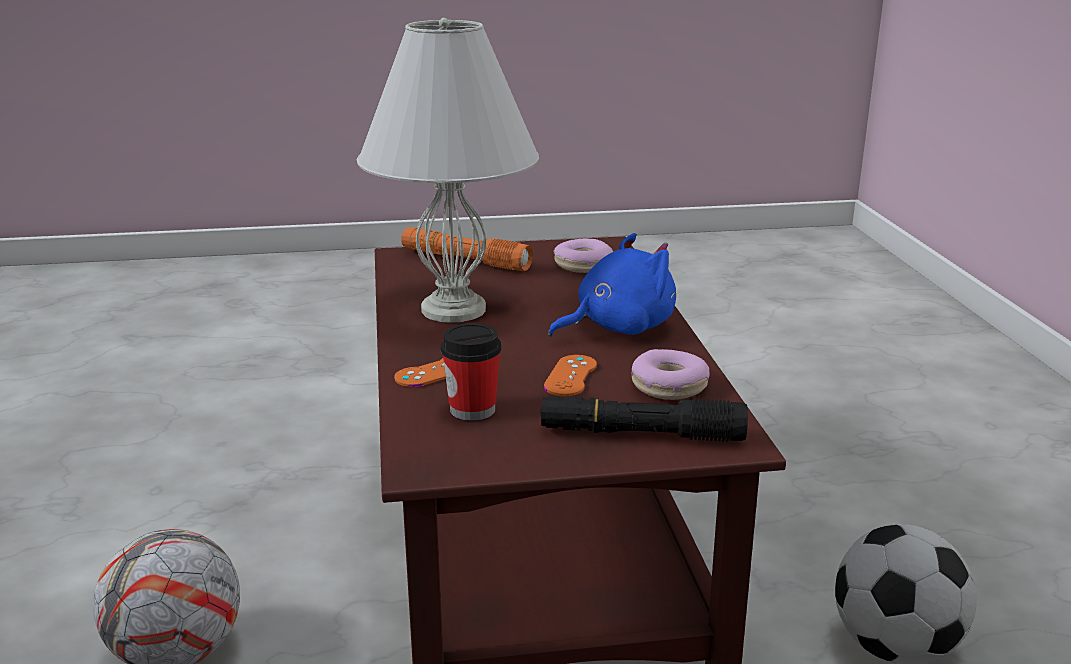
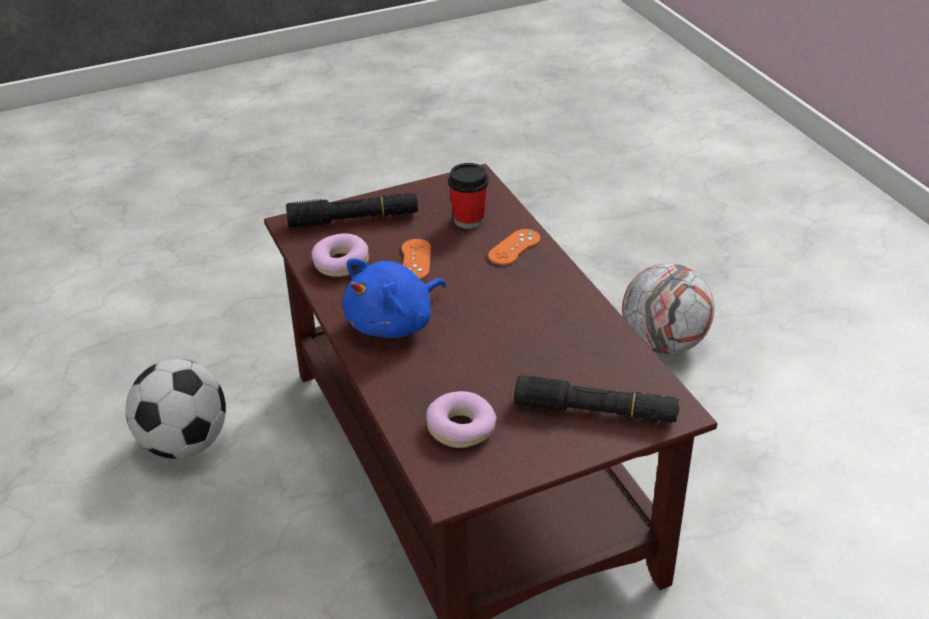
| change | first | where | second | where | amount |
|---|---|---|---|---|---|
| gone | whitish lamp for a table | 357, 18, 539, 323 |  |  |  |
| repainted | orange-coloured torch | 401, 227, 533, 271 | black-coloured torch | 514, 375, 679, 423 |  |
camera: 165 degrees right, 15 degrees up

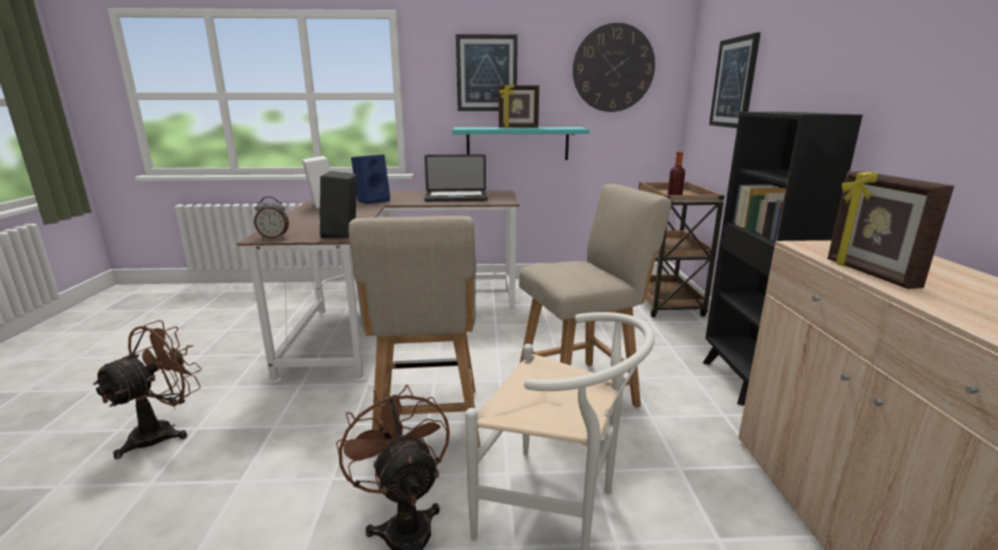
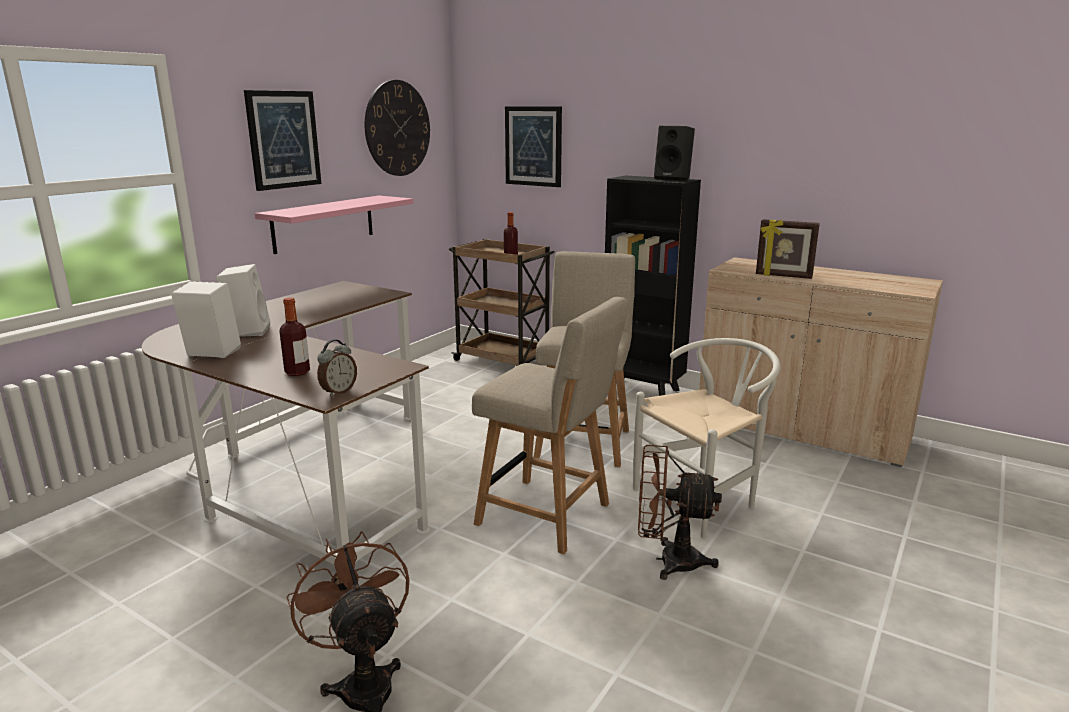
| change | first | where | second | where | amount |
|---|---|---|---|---|---|
| gone | portable computer | 424, 154, 488, 202 |  |  |  |
| gone | standing frame | 499, 83, 539, 128 |  |  |  |
| new |  |  | beverage bottle | 279, 297, 310, 376 |  |
| shifted | black-coloured loudspeaker | 320, 171, 357, 238 |  | 654, 126, 695, 181 |  |
| repainted | blue-coloured loudspeaker | 351, 154, 390, 204 | whitish loudspeaker | 216, 264, 270, 337 |  |
| repainted | blue-green wall shelf | 452, 127, 589, 160 | pink wall shelf | 255, 196, 414, 254 |  |
camera: 55 degrees left, 0 degrees up

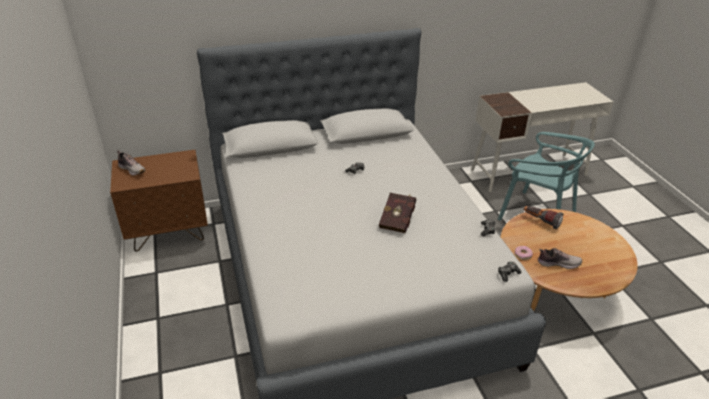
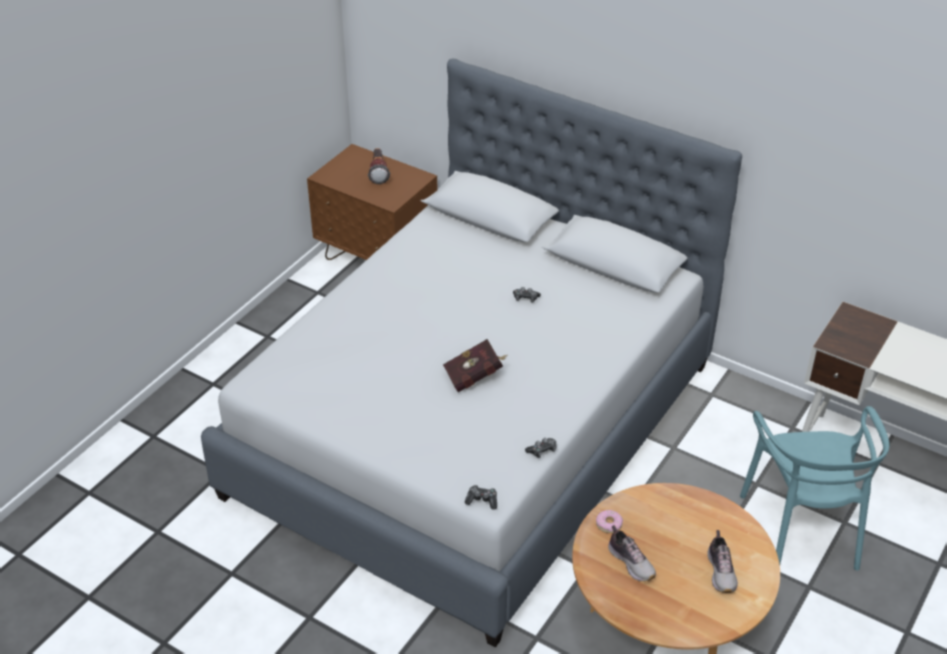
| change | first | where | second | where | amount |
|---|---|---|---|---|---|
| shifted | shoe | 117, 151, 145, 176 |  | 707, 530, 738, 593 |  |
| shifted | torch | 524, 206, 563, 229 |  | 368, 148, 390, 184 |  |
camera: 50 degrees right, 5 degrees up

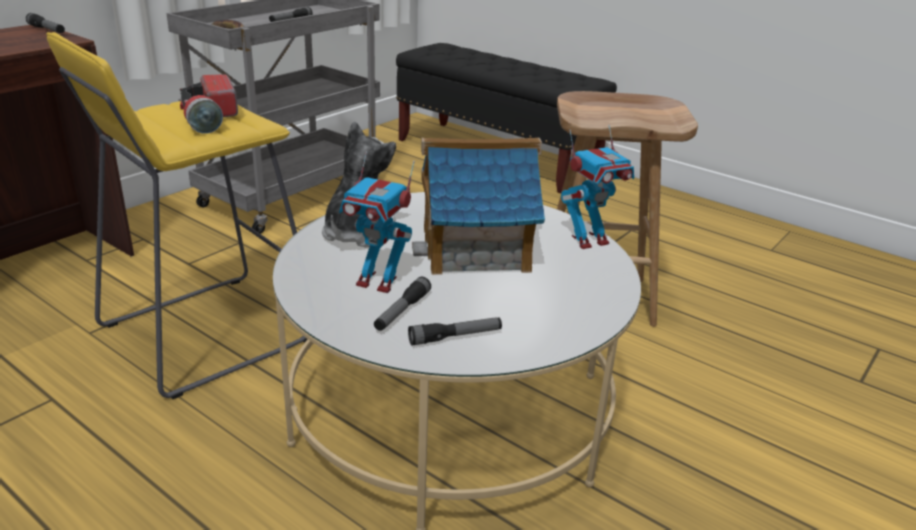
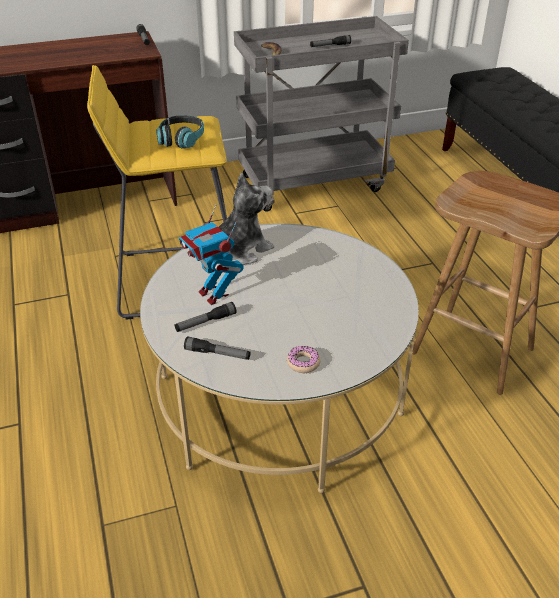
| change | first | where | second | where | amount |
|---|---|---|---|---|---|
| gone | model house | 412, 138, 545, 275 |  |  |  |
| gone | toy robot | 561, 125, 634, 249 |  |  |  |
| new |  |  | donut | 287, 346, 321, 373 |  |
| swapped | torch | 180, 74, 238, 134 | headset | 156, 115, 204, 149 |  |
camera: 35 degrees right, 10 degrees up

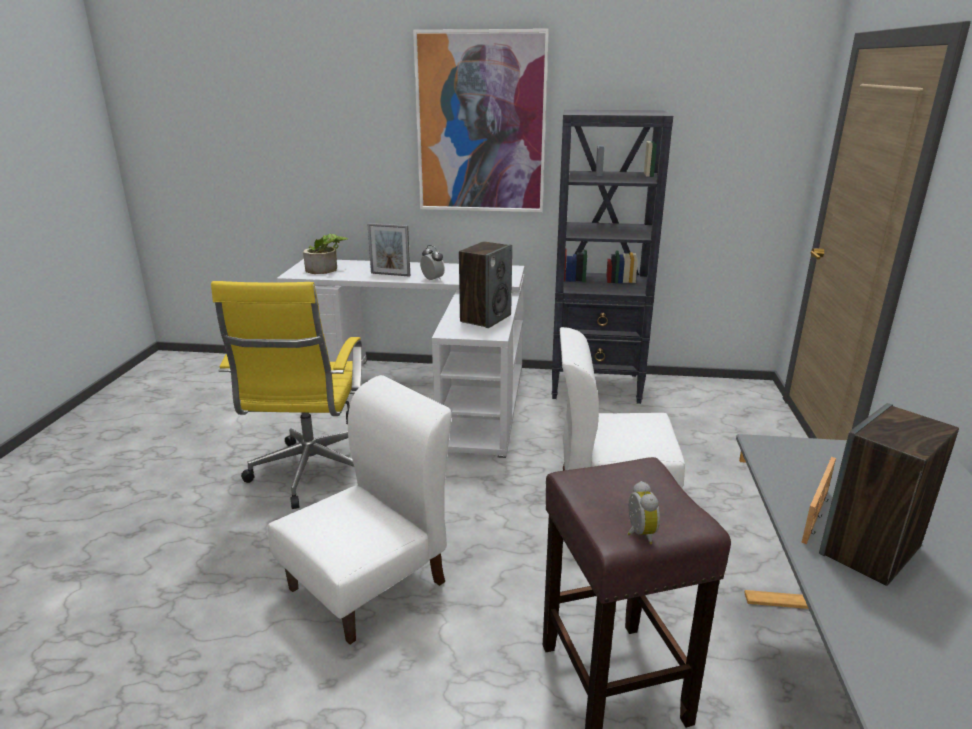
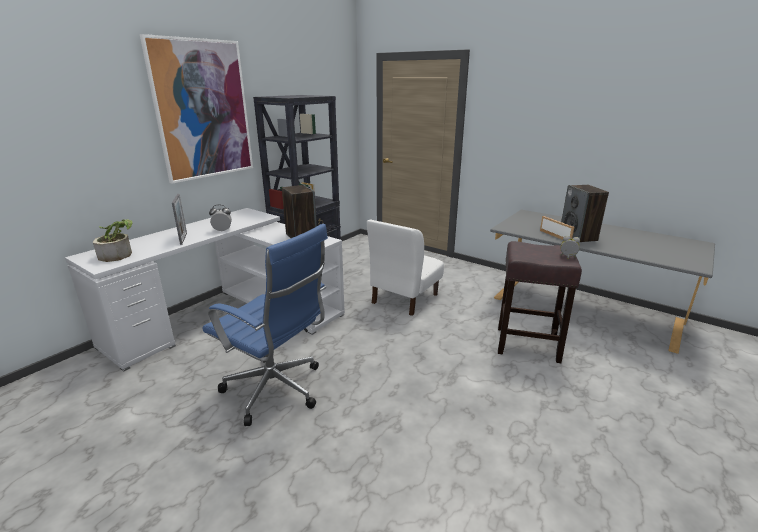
| change | first | where | second | where | amount |
|---|---|---|---|---|---|
| gone | whitish upright chair | 268, 375, 452, 644 |  |  |  |
| repainted | yellowish office chair | 211, 281, 362, 509 | blue-coloured office chair | 202, 224, 328, 426 |  |
| rotated | standing frame | 368, 223, 410, 277 |  | 172, 194, 187, 245 | 60 degrees counterclockwise |
camera: 60 degrees left, 0 degrees up

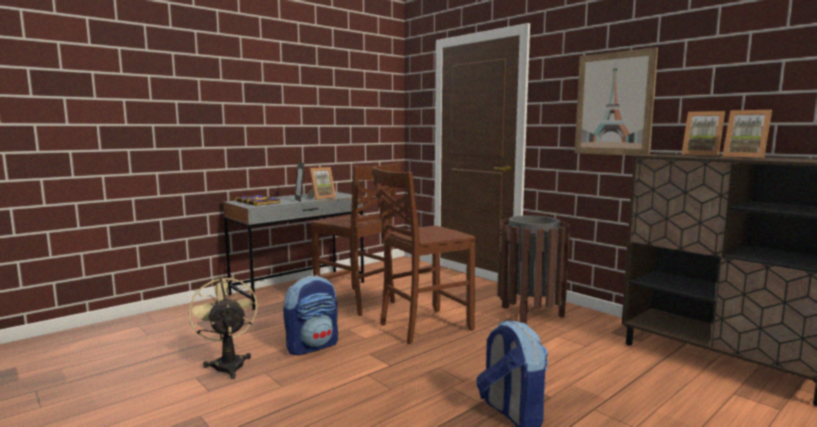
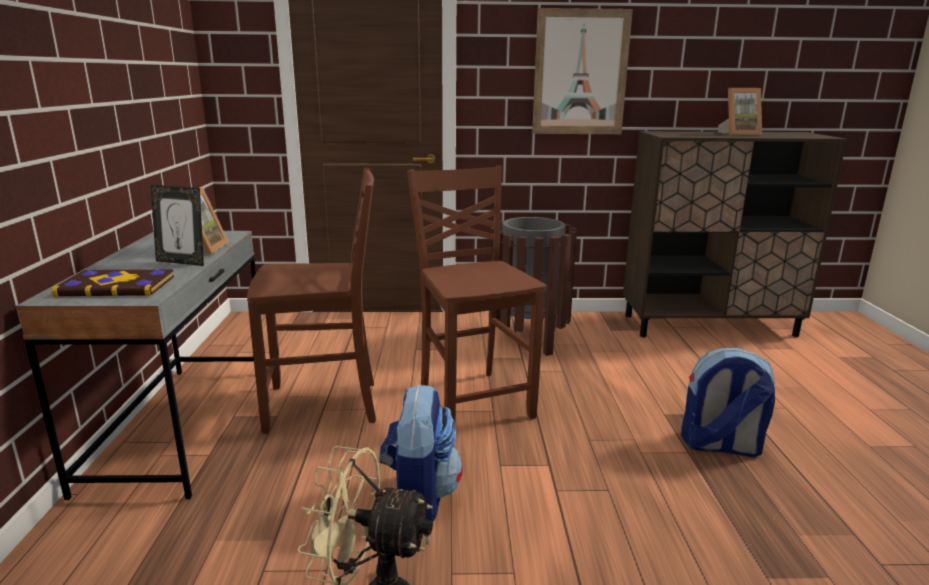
| change | first | where | second | where | amount |
|---|---|---|---|---|---|
| gone | standing frame | 682, 111, 725, 156 |  |  |  |
| rotated | brownish upright chair | 372, 167, 475, 344 |  | 407, 165, 546, 424 | 150 degrees clockwise |
camera: 50 degrees left, 10 degrees up

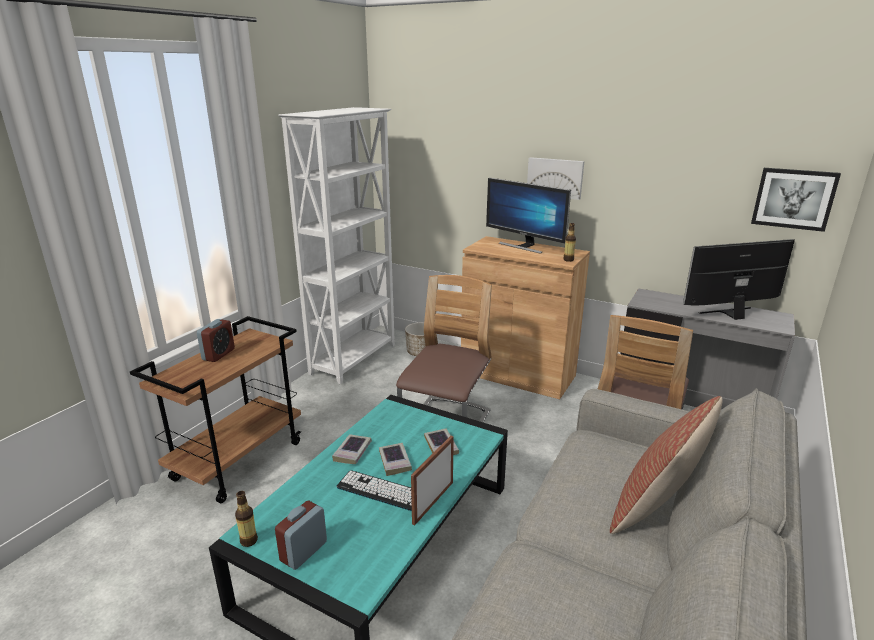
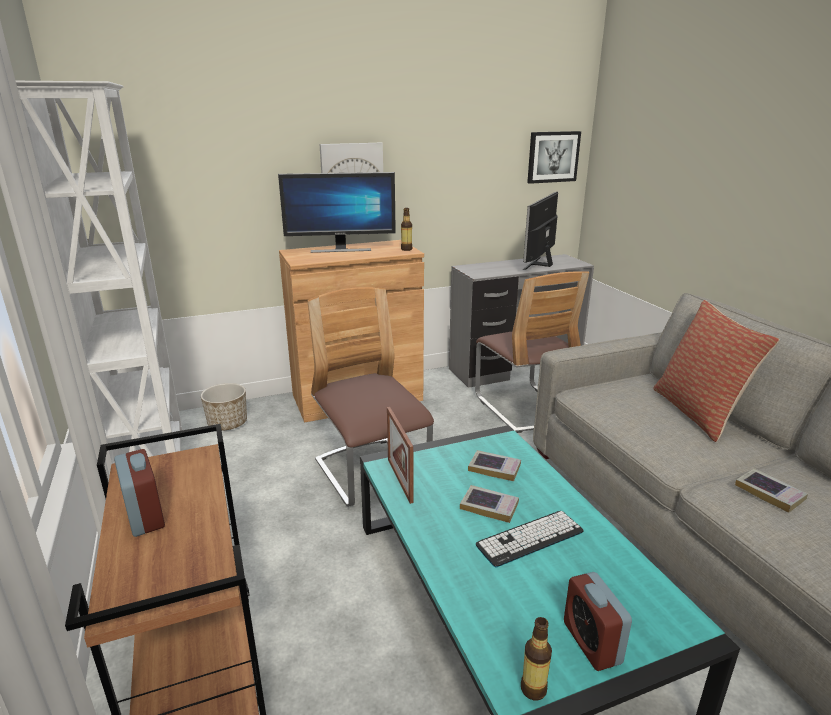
| change | first | where | second | where | amount |
|---|---|---|---|---|---|
| shifted | book | 332, 434, 372, 464 |  | 735, 468, 808, 513 |  |
| shifted | standing frame | 411, 436, 454, 525 |  | 387, 407, 413, 504 |  |
camera: 50 degrees left, 0 degrees up

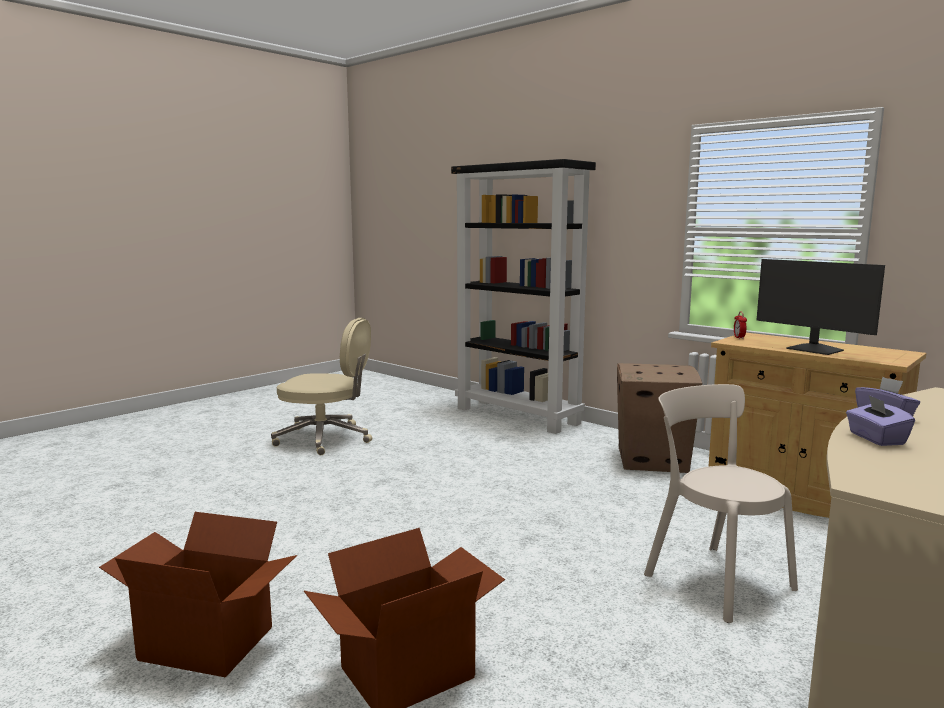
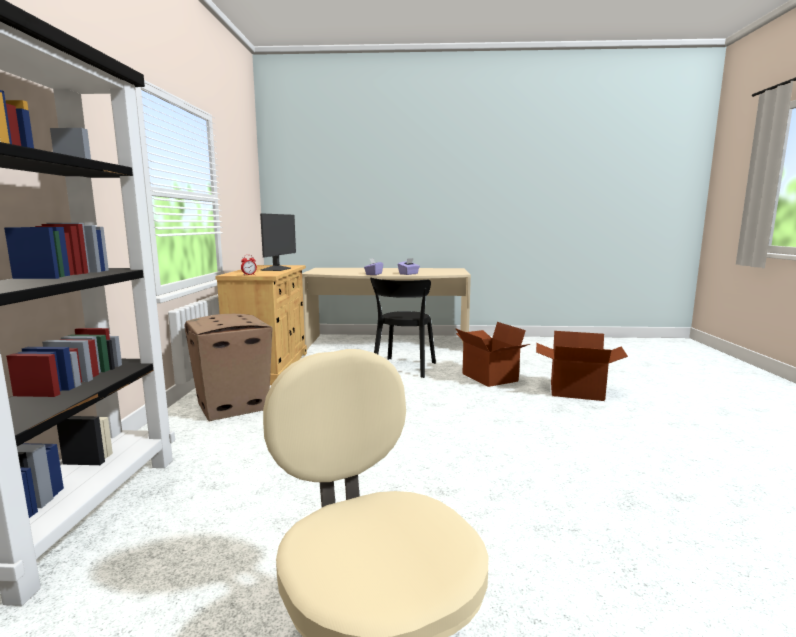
| change | first | where | second | where | amount |
|---|---|---|---|---|---|
| shifted | carton | 99, 512, 297, 678 |  | 455, 322, 530, 387 |  |
| repainted | sand-coloured upright chair | 644, 384, 798, 623 | black-coloured upright chair | 370, 278, 436, 378 |  |
camera: 130 degrees left, 0 degrees up

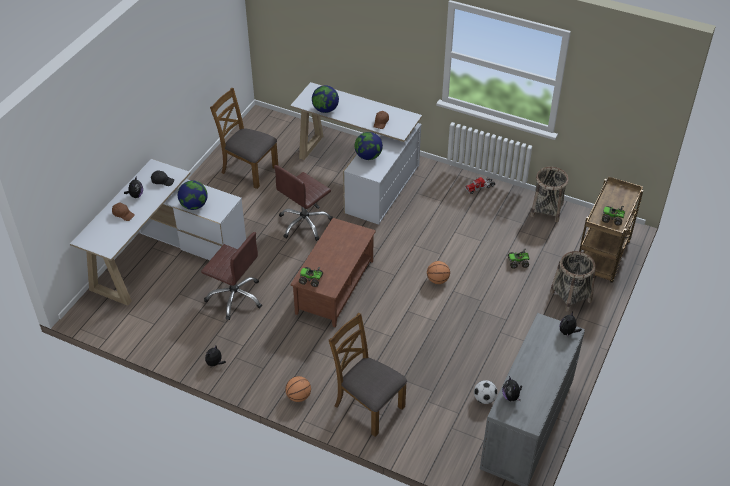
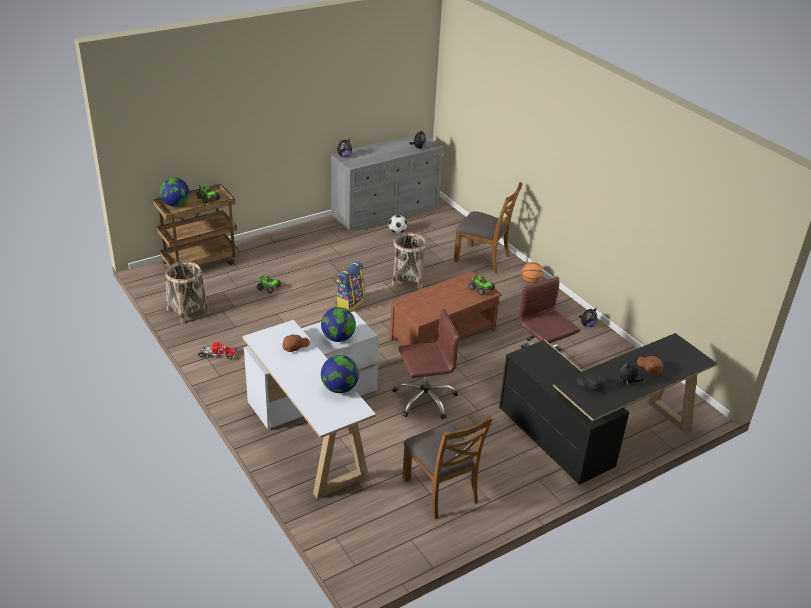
| change | first | where | second | where | amount |
|---|---|---|---|---|---|
| shifted | desk globe | 178, 180, 208, 210 |  | 160, 178, 189, 207 |  |
| shifted | basket | 550, 251, 596, 312 |  | 392, 232, 426, 289 |  |
| swapped | basketball | 427, 261, 450, 284 | rucksack | 335, 261, 365, 312 |  |
| repainted | whitish desk unit | 70, 159, 246, 306 | black-coloured desk unit | 499, 333, 717, 485 |  |
| rotated | brownish upright chair | 329, 313, 407, 437 |  | 454, 182, 523, 273 | 45 degrees counterclockwise |
camera: 150 degrees left, 10 degrees down

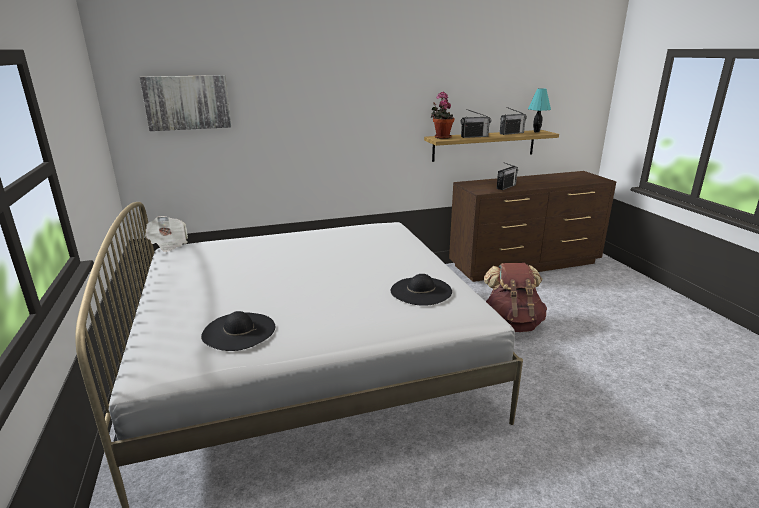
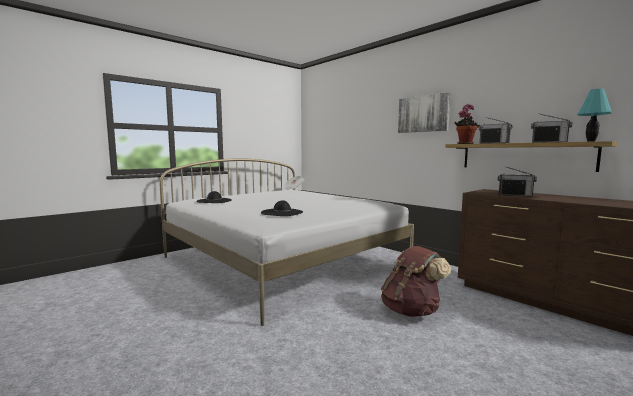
| change | first | where | second | where | amount |
|---|---|---|---|---|---|
| shifted | wall picture | 139, 75, 232, 131 |  | 398, 92, 450, 133 |  |
camera: 65 degrees right, 15 degrees down

